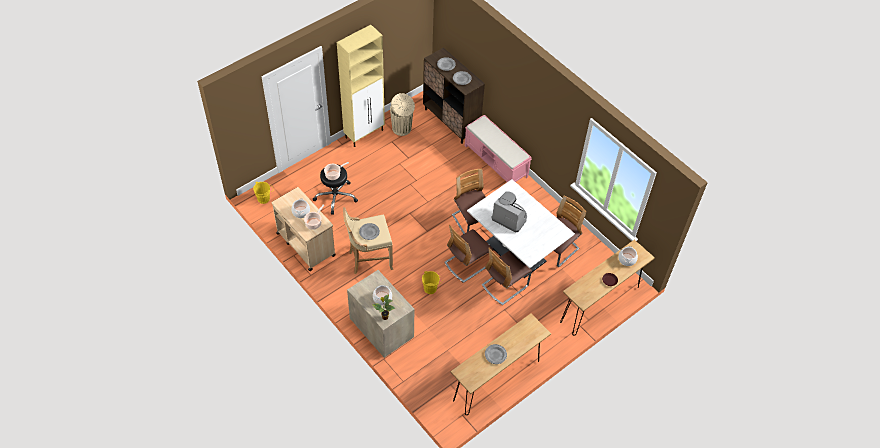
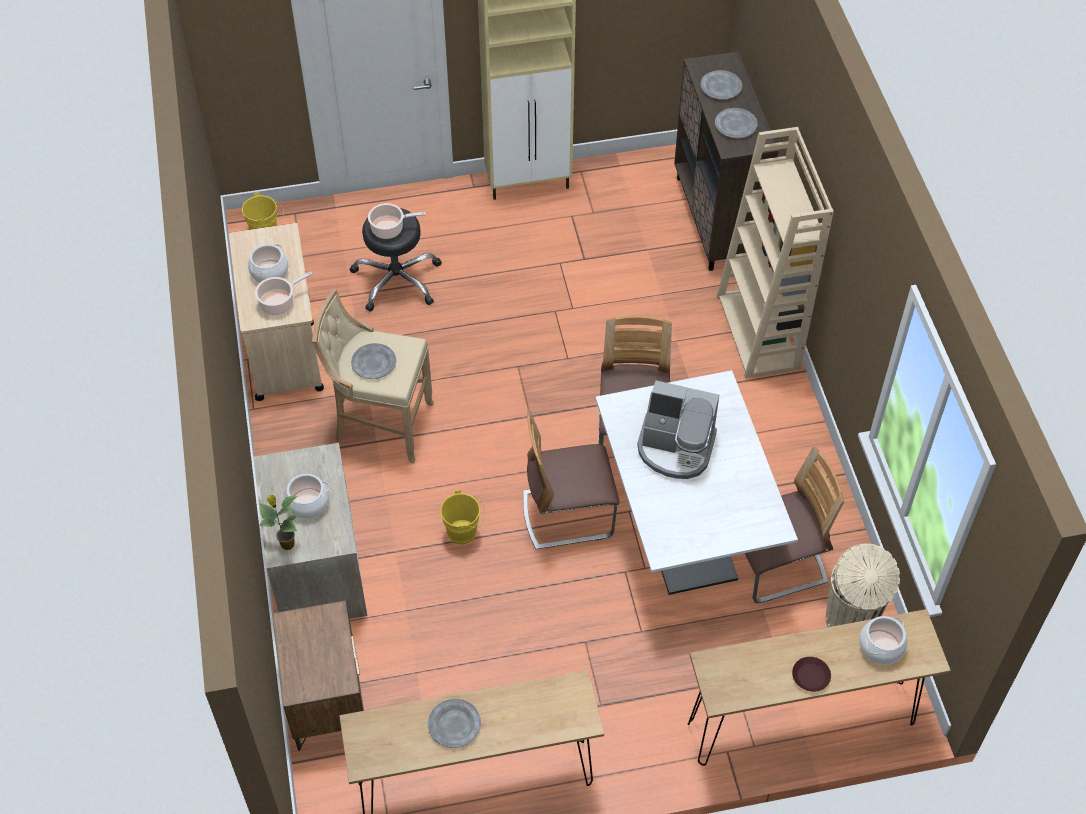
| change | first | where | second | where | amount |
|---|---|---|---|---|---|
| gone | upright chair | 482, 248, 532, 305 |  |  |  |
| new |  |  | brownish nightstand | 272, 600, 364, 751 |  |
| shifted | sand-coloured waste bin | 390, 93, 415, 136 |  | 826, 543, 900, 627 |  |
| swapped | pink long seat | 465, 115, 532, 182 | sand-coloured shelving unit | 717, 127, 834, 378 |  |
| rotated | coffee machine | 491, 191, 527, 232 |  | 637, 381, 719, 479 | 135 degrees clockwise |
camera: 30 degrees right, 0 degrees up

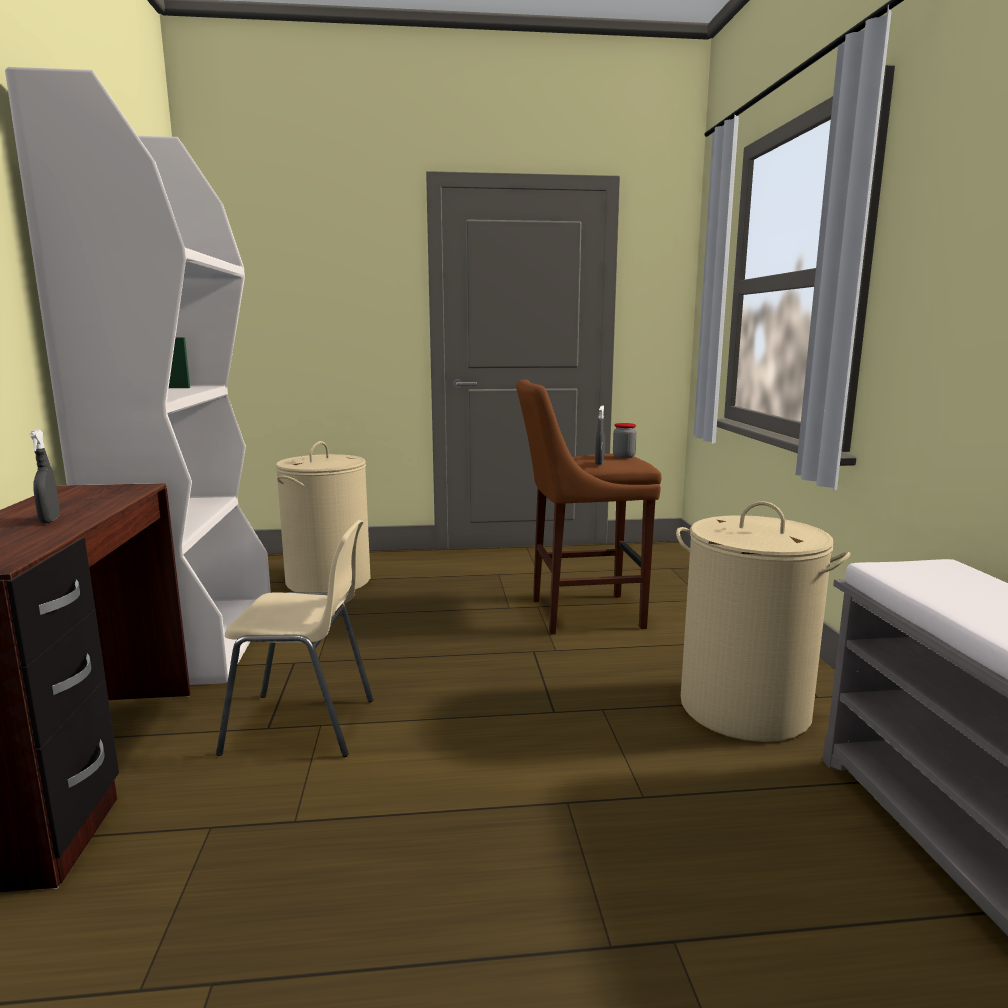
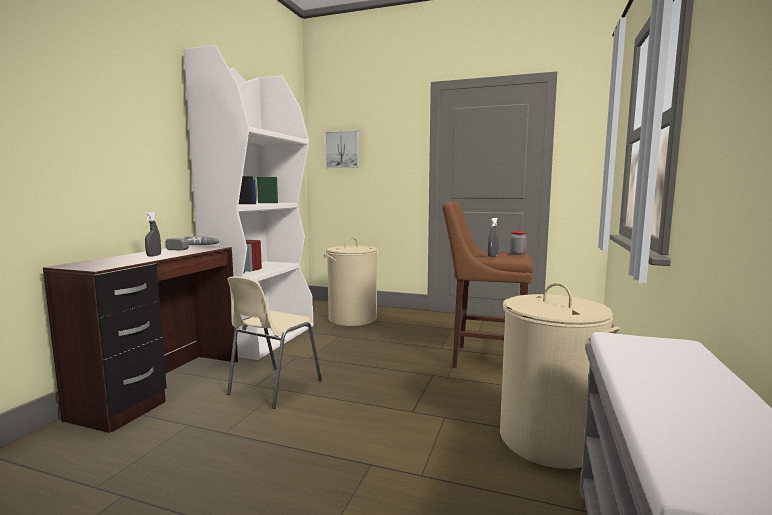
| change | first | where | second | where | amount |
|---|---|---|---|---|---|
| new |  |  | electric drill | 165, 236, 221, 250 |  |
| new |  |  | wall picture | 325, 130, 360, 168 |  |
| rotated | sand-coloured upright chair | 216, 520, 373, 757 |  | 227, 277, 322, 409 | 90 degrees clockwise |
camera: 25 degrees right, 5 degrees down

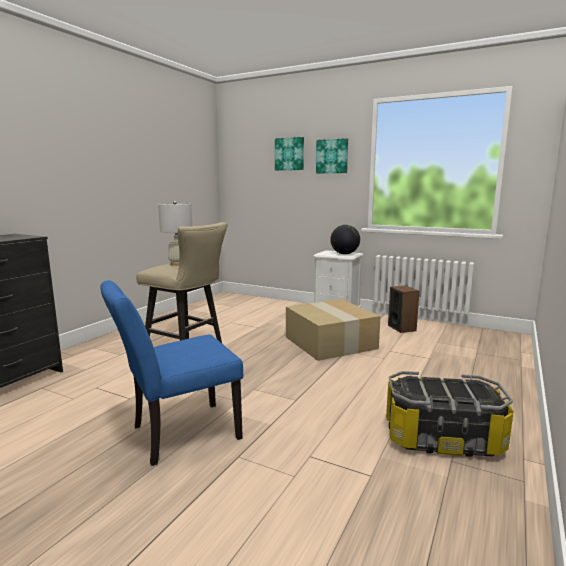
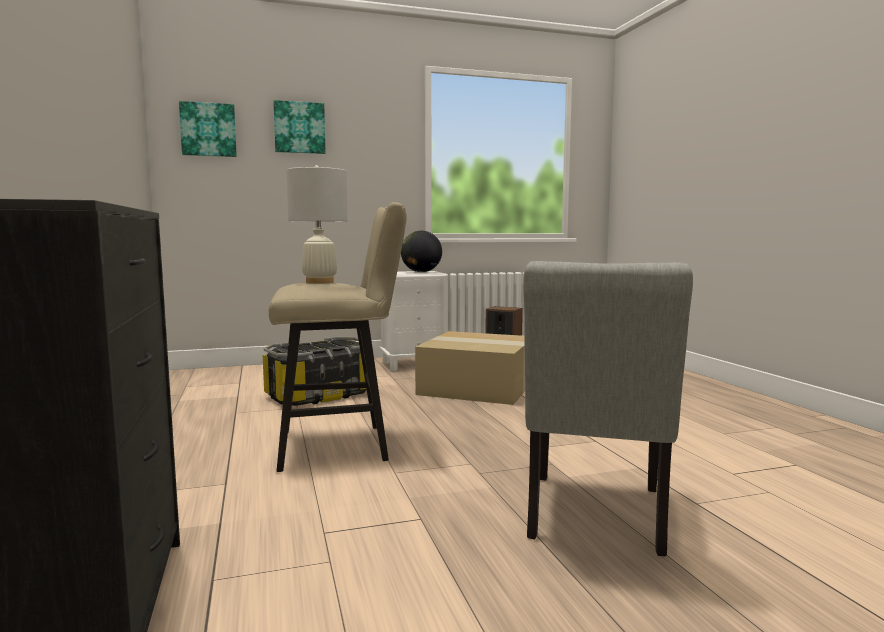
| change | first | where | second | where | amount |
|---|---|---|---|---|---|
| shifted | wall picture | 316, 138, 348, 174 |  | 179, 101, 237, 157 |  |
| shifted | storage bin | 386, 371, 514, 457 |  | 263, 337, 367, 406 |  |
| repainted | blue-coloured upright chair | 101, 280, 243, 466 | grey upright chair | 523, 261, 693, 556 |  |
camera: 45 degrees left, 5 degrees down

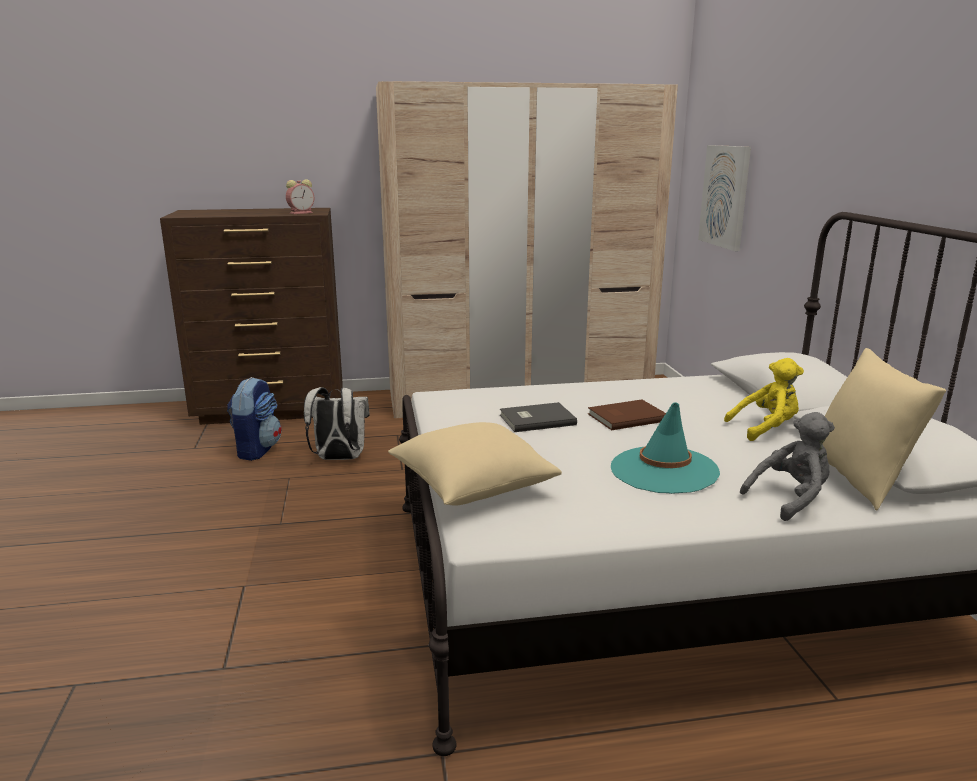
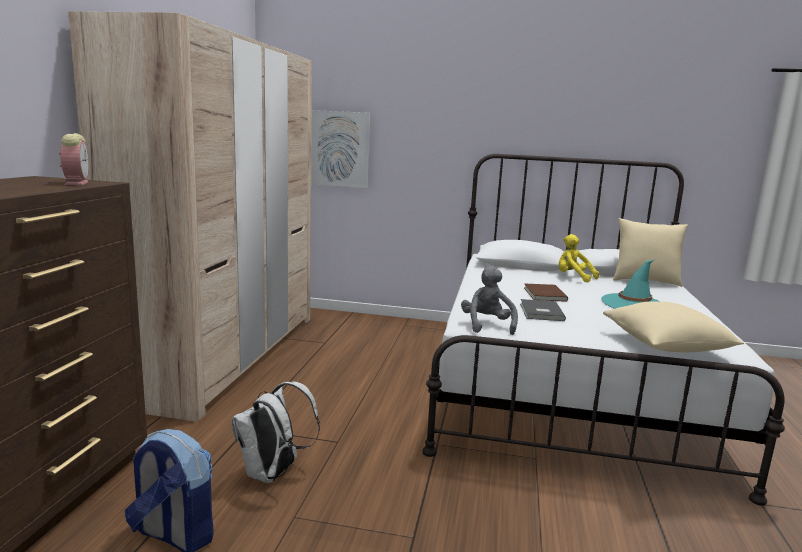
| change | first | where | second | where | amount |
|---|---|---|---|---|---|
| shifted | grey plush toy | 740, 412, 835, 521 |  | 461, 266, 518, 335 |  |
| rotated | yellowish plush toy | 724, 358, 804, 441 |  | 559, 234, 599, 282 | 60 degrees counterclockwise |
camera: 70 degrees left, 5 degrees down

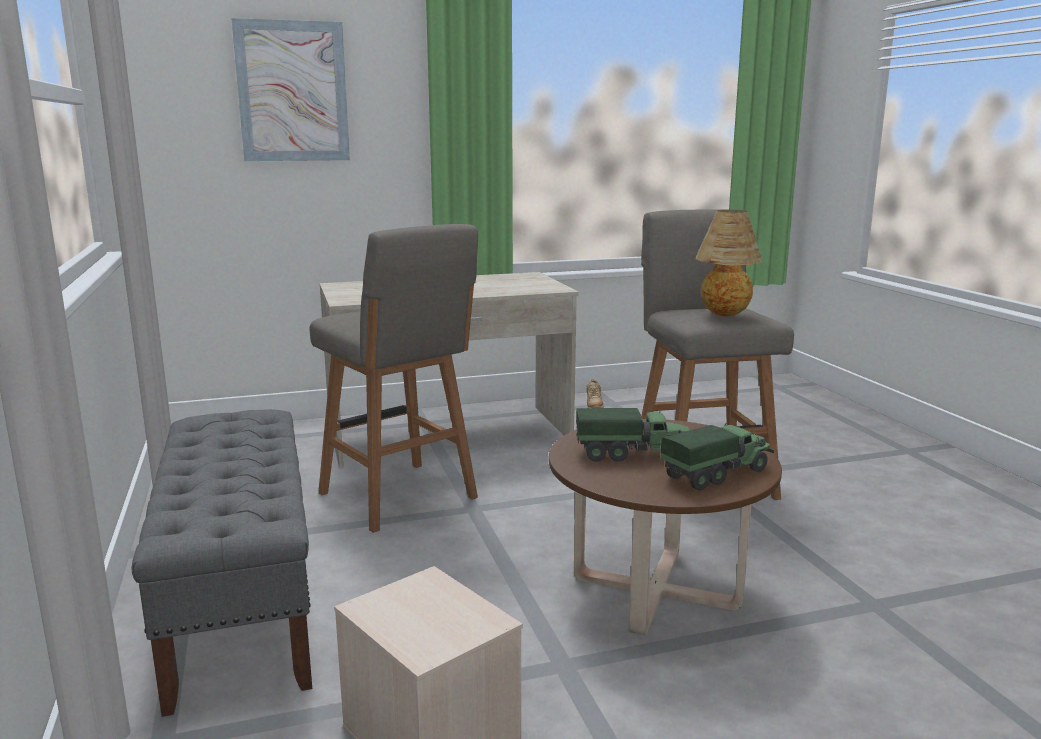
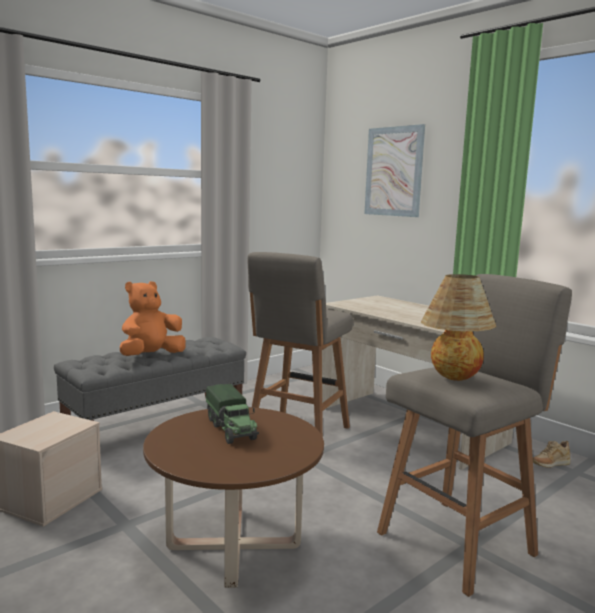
| change | first | where | second | where | amount |
|---|---|---|---|---|---|
| gone | toy lorry | 660, 423, 774, 491 |  |  |  |
| new |  |  | orange-coloured plush toy | 120, 281, 186, 356 |  |
camera: 65 degrees right, 5 degrees down

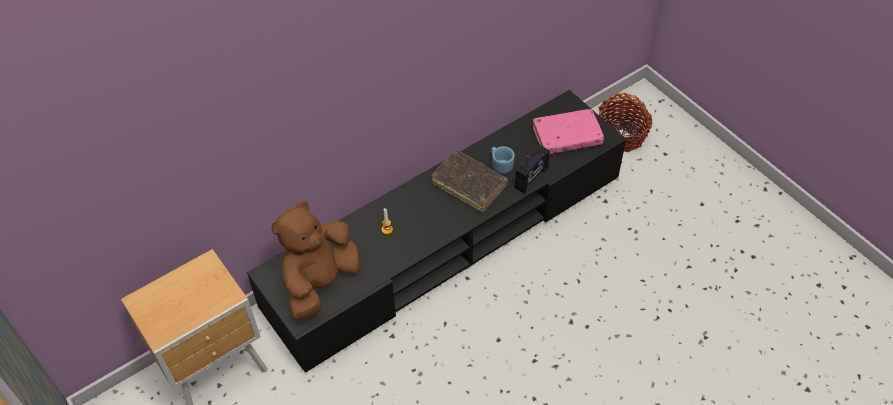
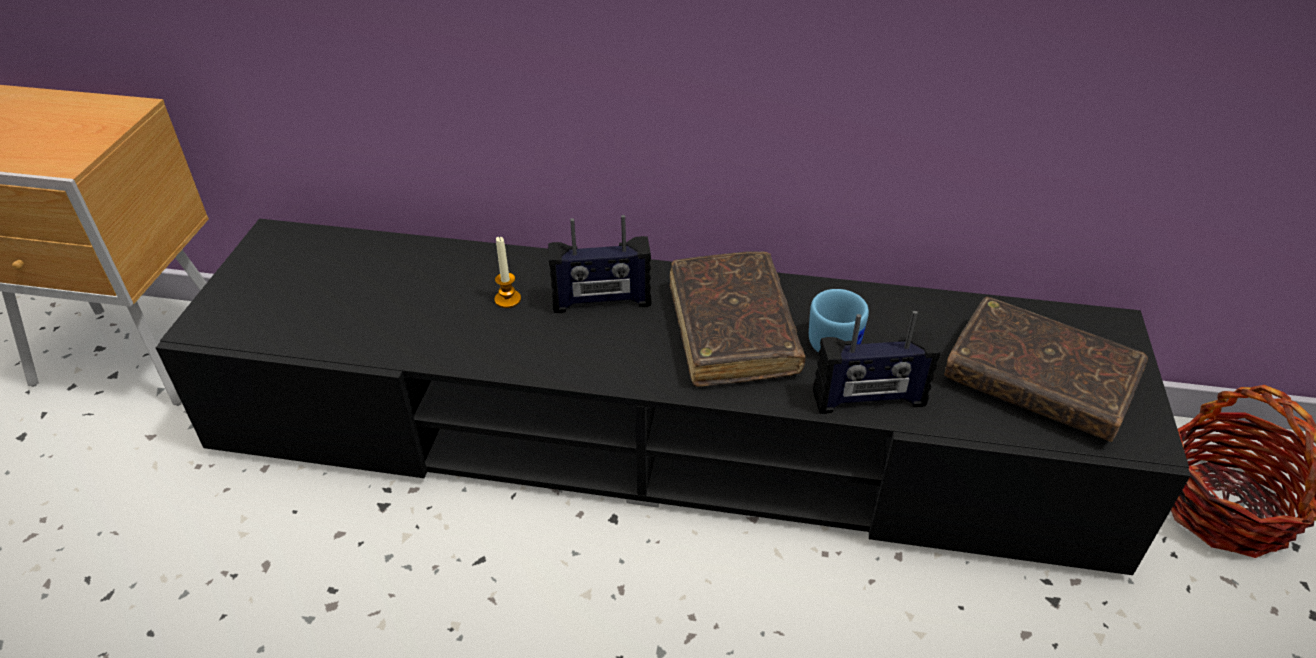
| change | first | where | second | where | amount |
|---|---|---|---|---|---|
| gone | brownish plush toy | 271, 201, 361, 320 |  |  |  |
| new |  |  | radio | 548, 215, 651, 313 |  |
| repainted | pink book | 533, 109, 604, 154 | brownish book | 944, 297, 1148, 442 |  |
camera: 45 degrees right, 10 degrees down

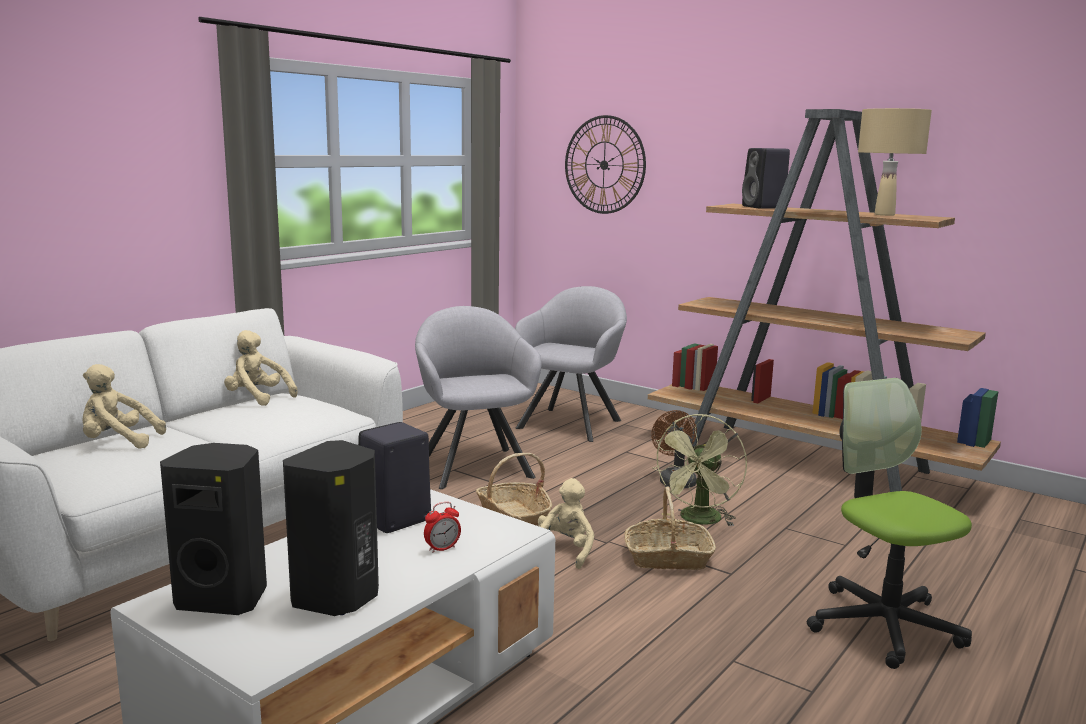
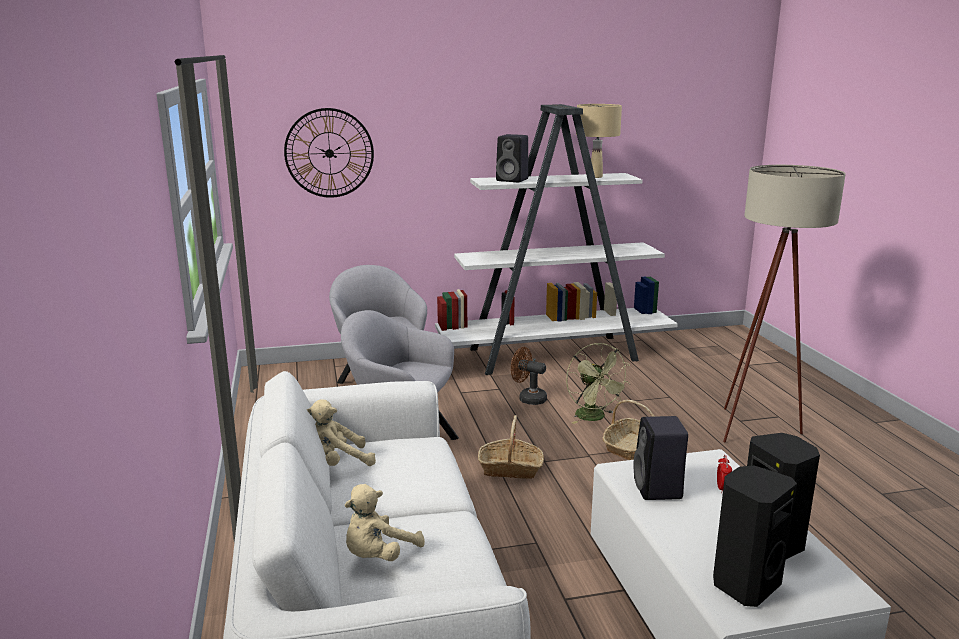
| change | first | where | second | where | amount |
|---|---|---|---|---|---|
| gone | sand-coloured plush toy | 538, 478, 594, 569 |  |  |  |
| swapped | office chair | 807, 378, 972, 669 | sand-coloured standing lamp | 723, 165, 846, 443 |  |
| repainted | brownish shelving unit | 648, 109, 1001, 492 | whitish shelving unit | 435, 104, 678, 375 |  |
camera: 50 degrees left, 5 degrees up

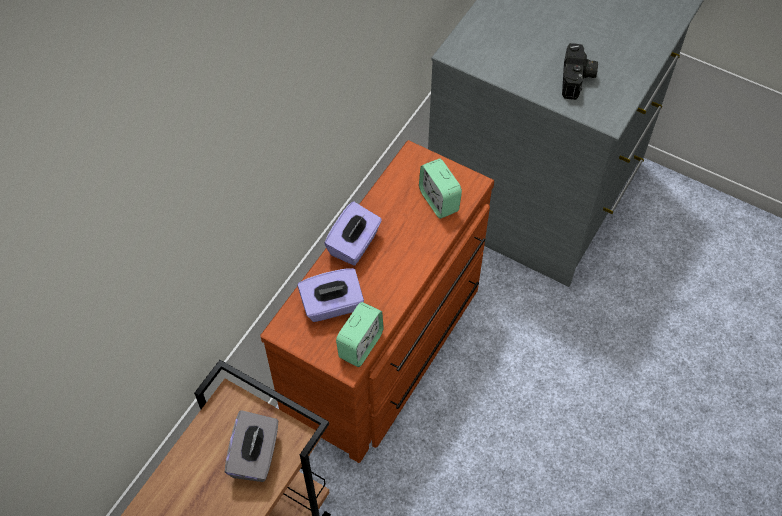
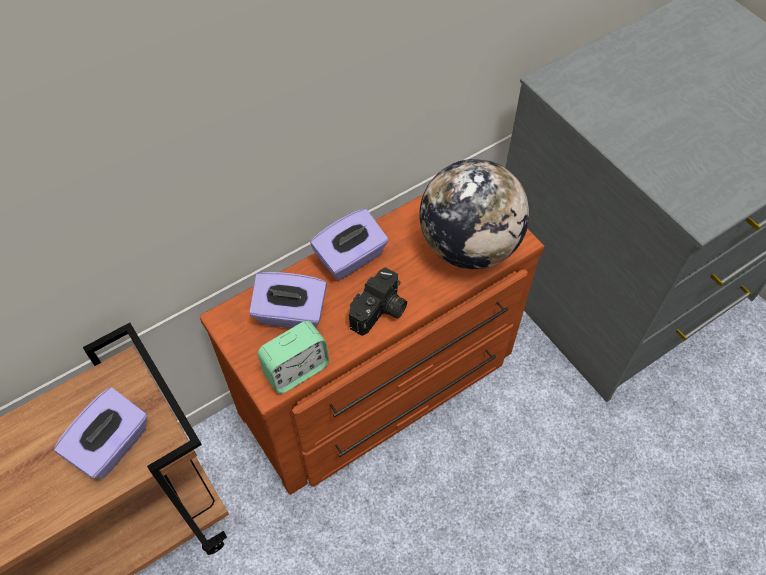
| change | first | where | second | where | amount |
|---|---|---|---|---|---|
| shifted | photo camera | 562, 43, 598, 100 |  | 349, 267, 407, 336 |  |
| swapped | bedside clock | 419, 159, 462, 219 | desk globe | 419, 159, 529, 269 |  |
| repainted | grey box of tissues | 225, 410, 278, 482 | purple-coloured box of tissues | 54, 387, 148, 479 |  |
camera: 25 degrees right, 0 degrees up

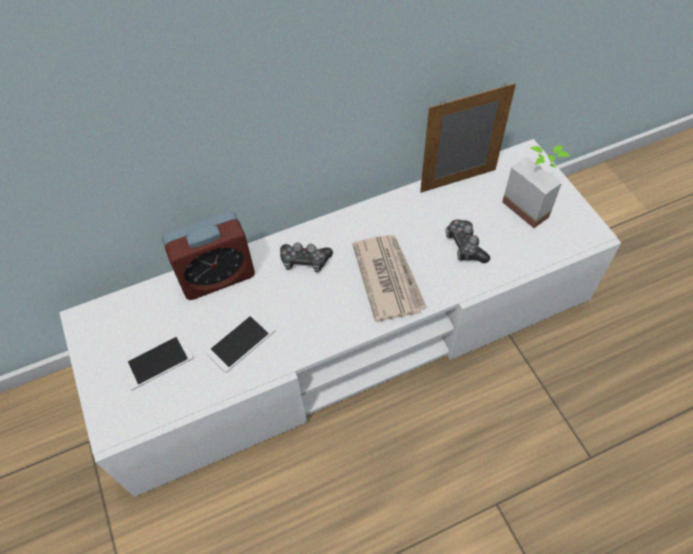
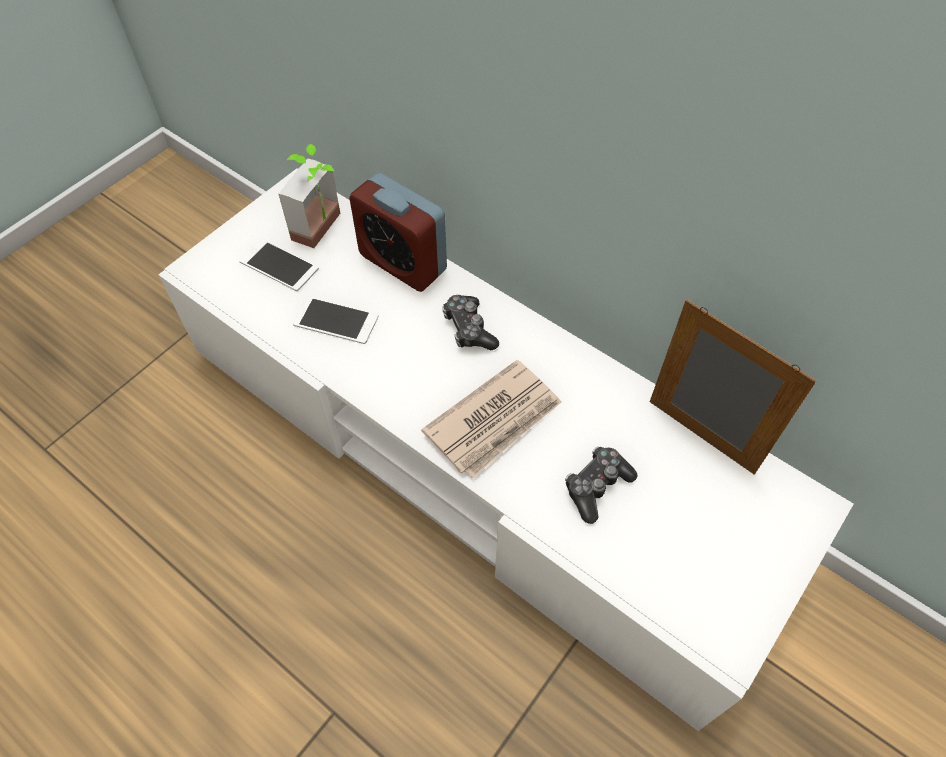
| change | first | where | second | where | amount |
|---|---|---|---|---|---|
| shifted | plant in a pot | 502, 146, 570, 228 |  | 278, 143, 340, 248 |  |
camera: 60 degrees right, 0 degrees up

